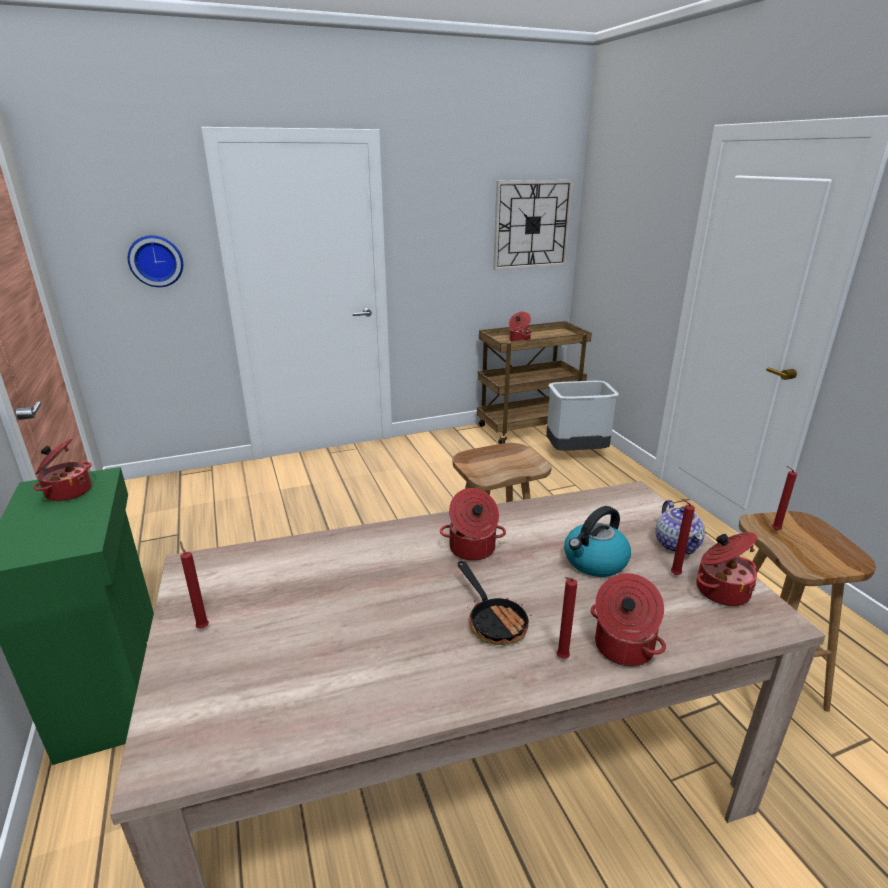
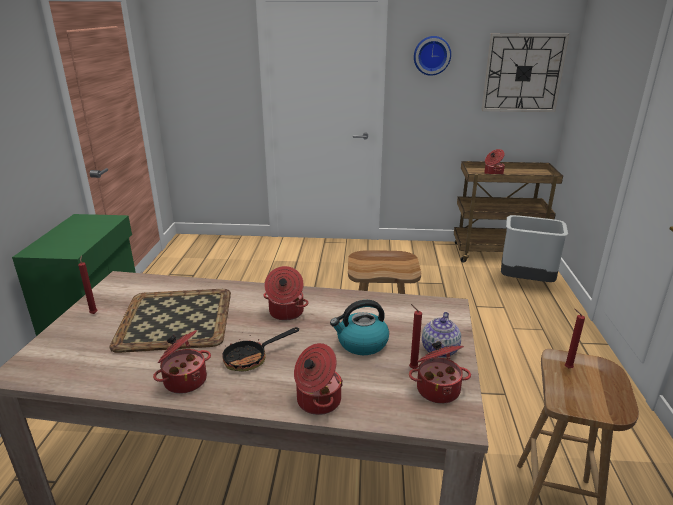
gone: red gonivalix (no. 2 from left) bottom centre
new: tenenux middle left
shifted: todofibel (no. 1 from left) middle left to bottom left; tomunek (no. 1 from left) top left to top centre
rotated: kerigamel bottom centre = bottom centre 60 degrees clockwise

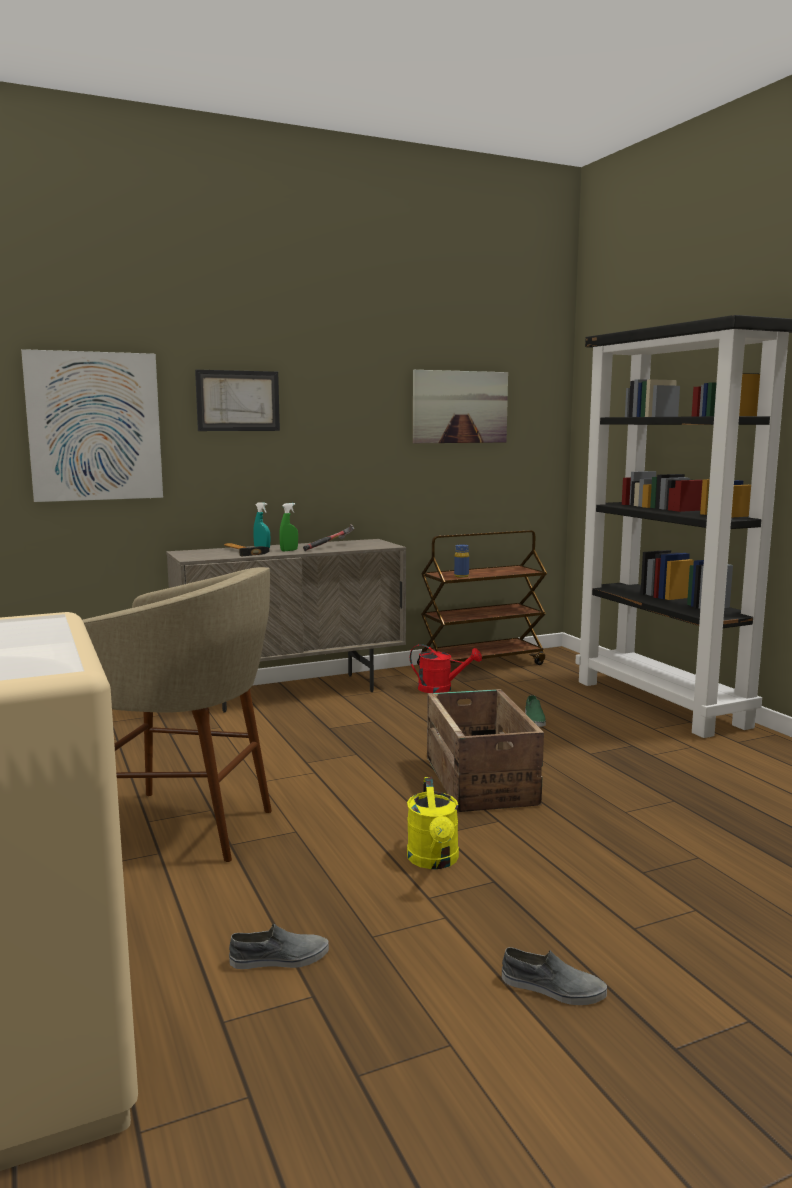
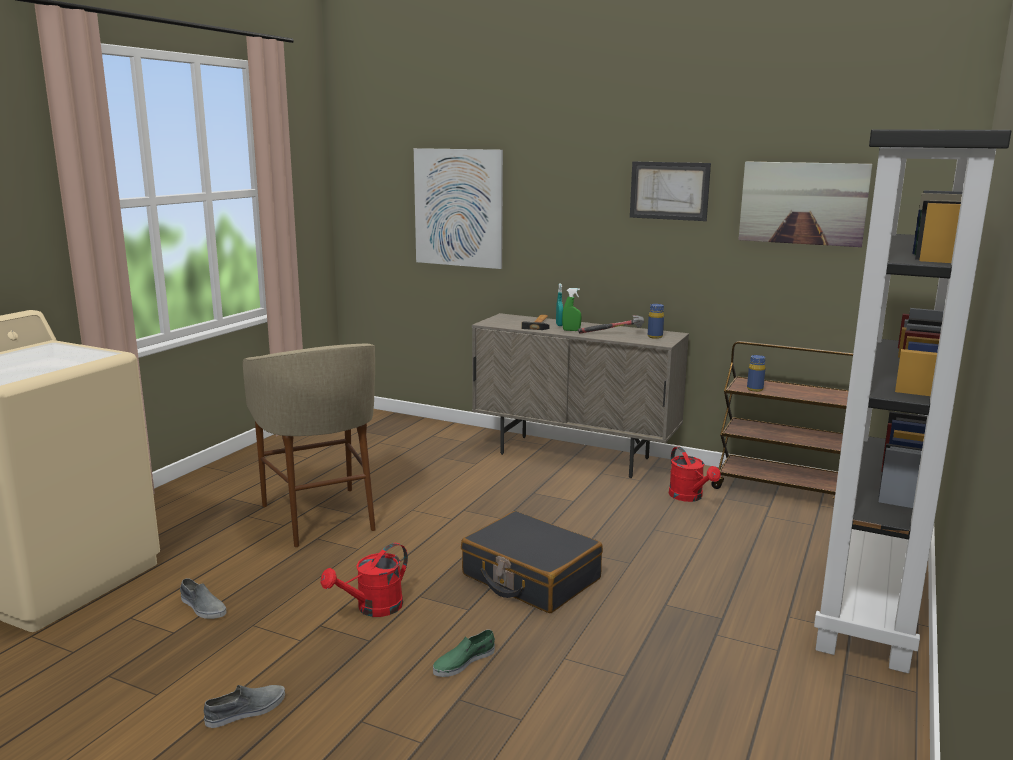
new: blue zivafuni (no. 1 from left) centre
shifted: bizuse (no. 2 from left) middle left to top centre; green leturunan middle right to bottom centre
swapped: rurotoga centre to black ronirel bottom centre
repainted: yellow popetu bottom centre to red popetu (no. 1 from left) bottom centre
rotated: grey leturunan (no. 2 from left) bottom right = bottom left 105 degrees counterclockwise

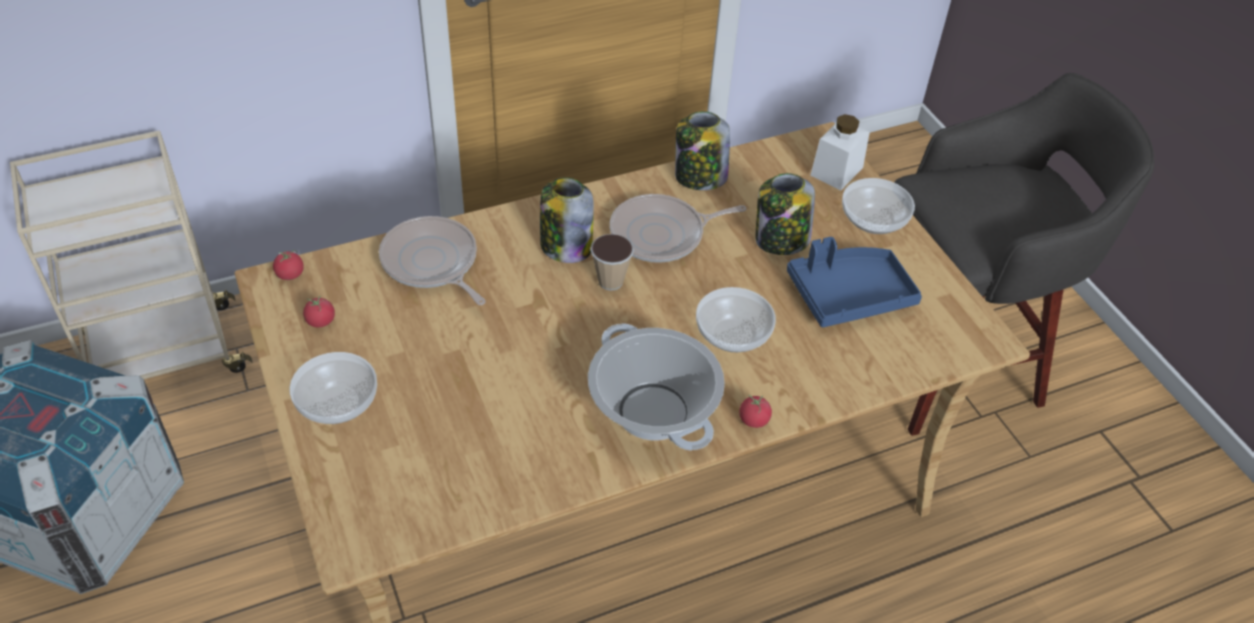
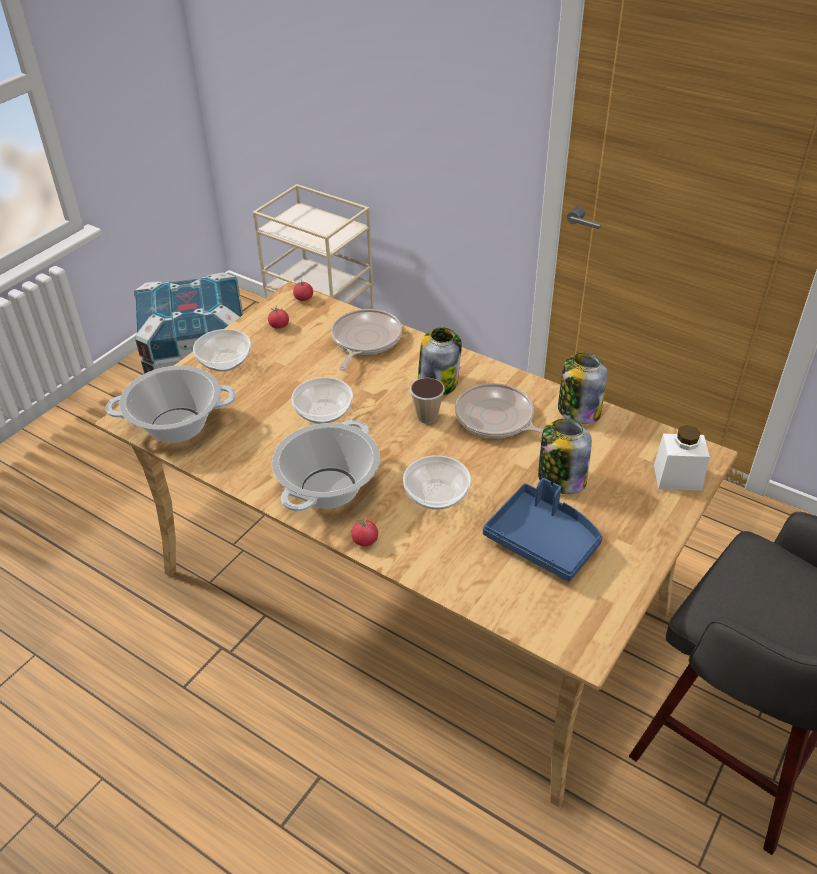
new: todofibel (no. 1 from left) middle left
shifted: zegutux (no. 3 from left in the first image) top right to zegutux (no. 2 from left) centre

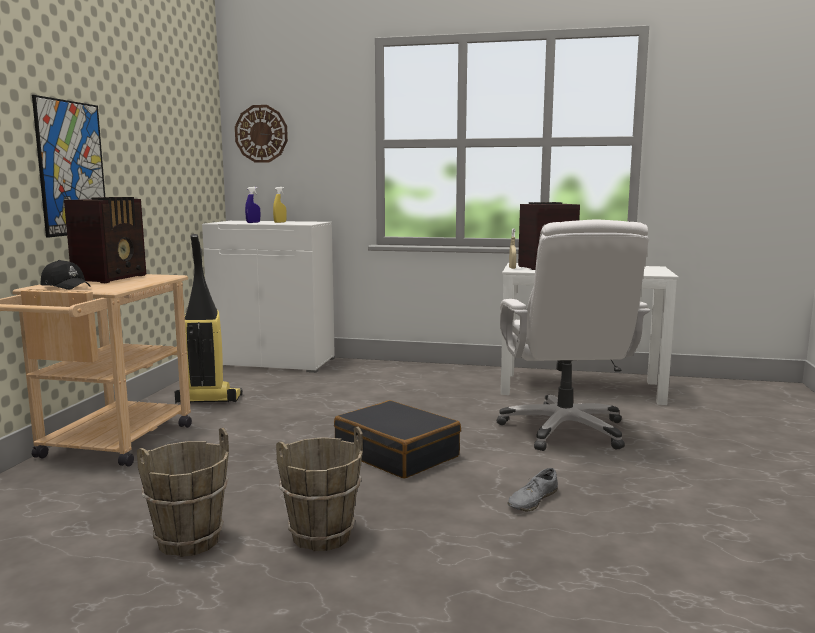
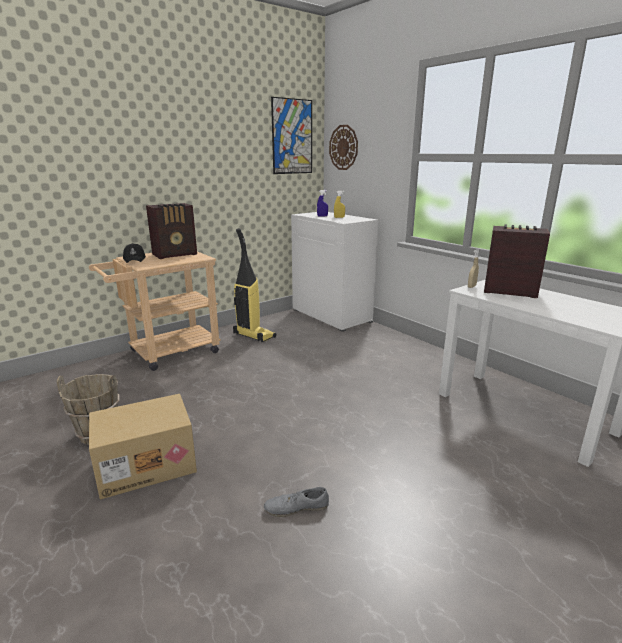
gone: black ronirel bottom centre; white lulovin middle right
shifted: bizuse top left to top centre
swapped: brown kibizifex (no. 2 from left) bottom centre to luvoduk bottom left

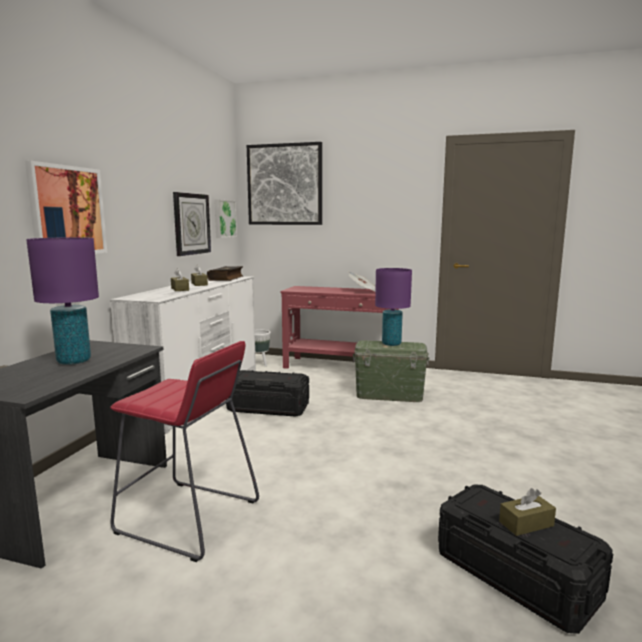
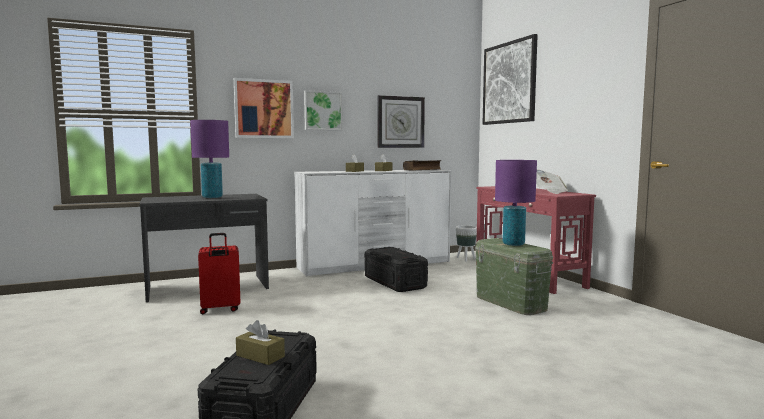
shifted: bizuse (no. 2 from left) centre to top centre
swapped: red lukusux bottom left to red ronirel middle left

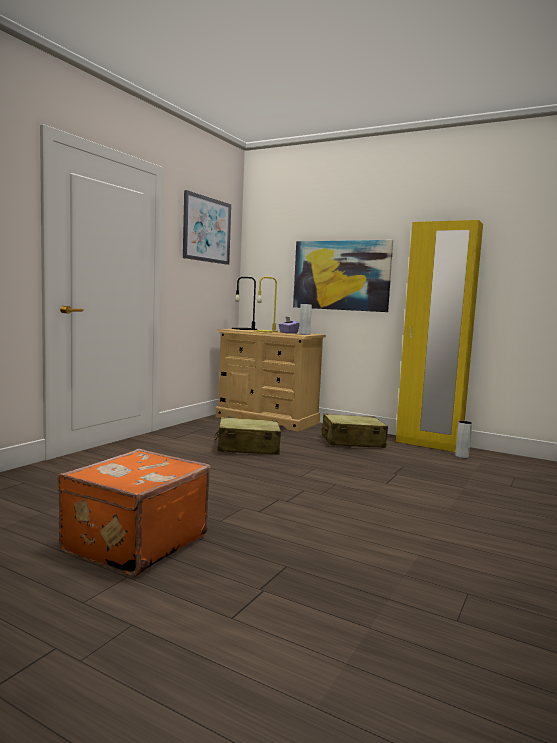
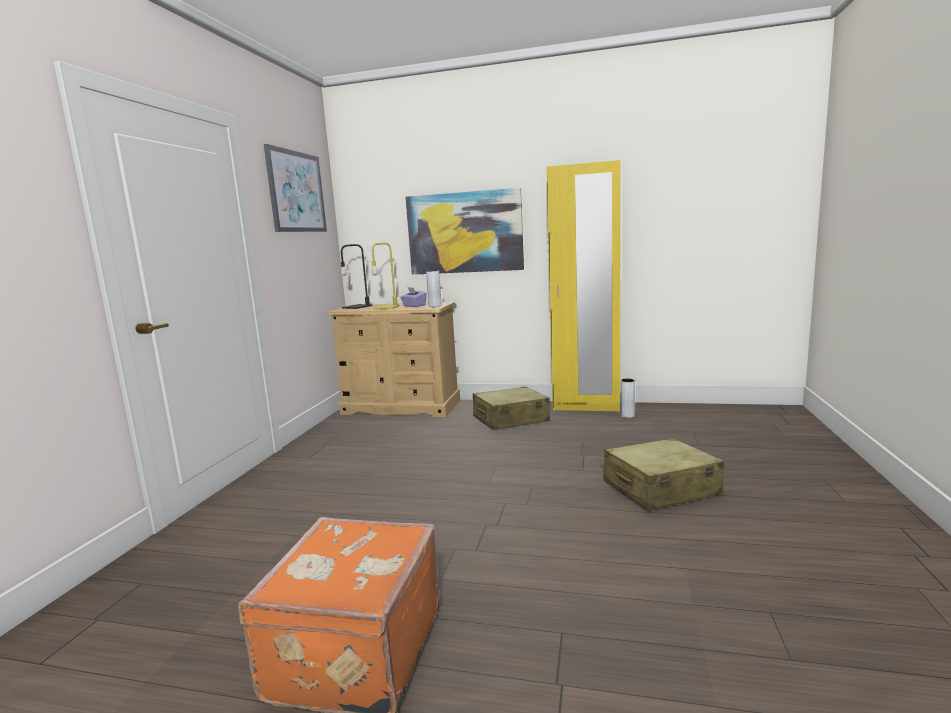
shifted: beige ronirel (no. 1 from left in the first image) centre to beige ronirel (no. 2 from left) middle right

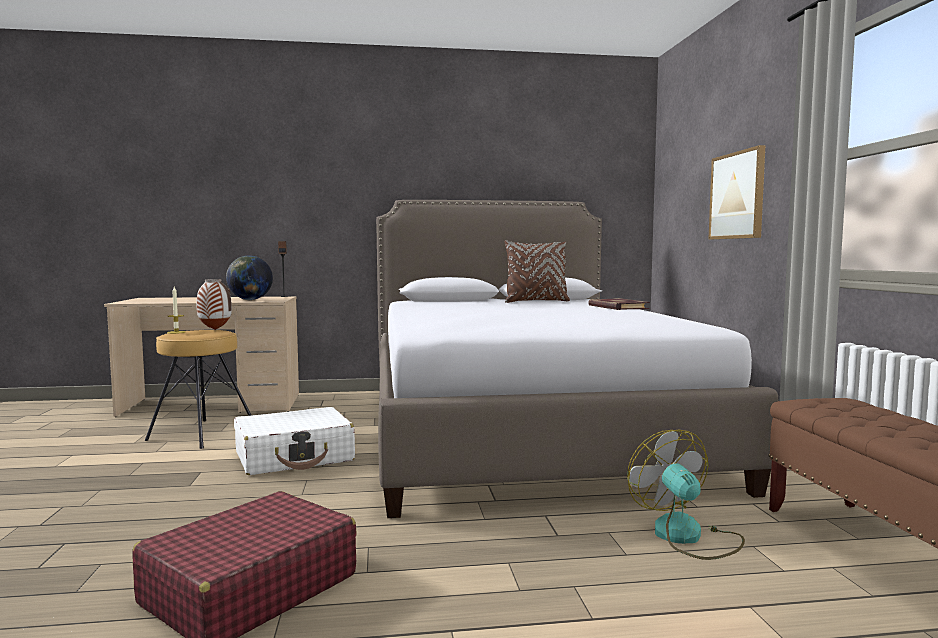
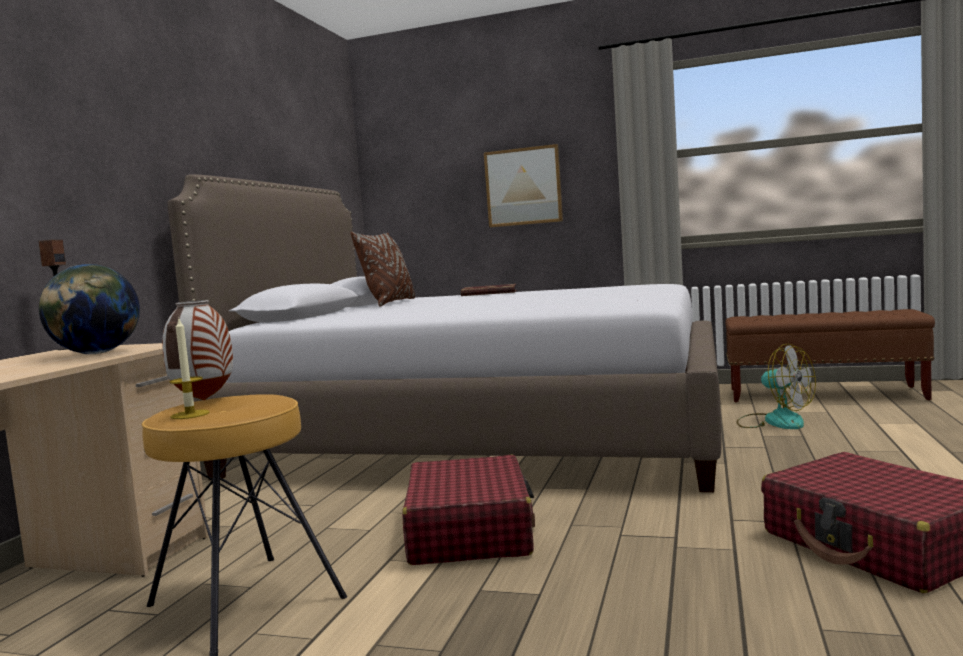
repainted: white ronirel bottom left to red ronirel (no. 1 from left) bottom centre
rotated: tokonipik bottom right = middle right 135 degrees counterclockwise

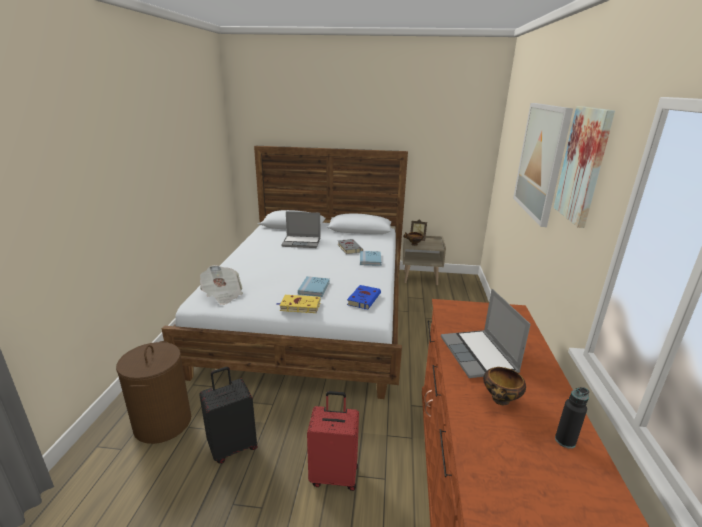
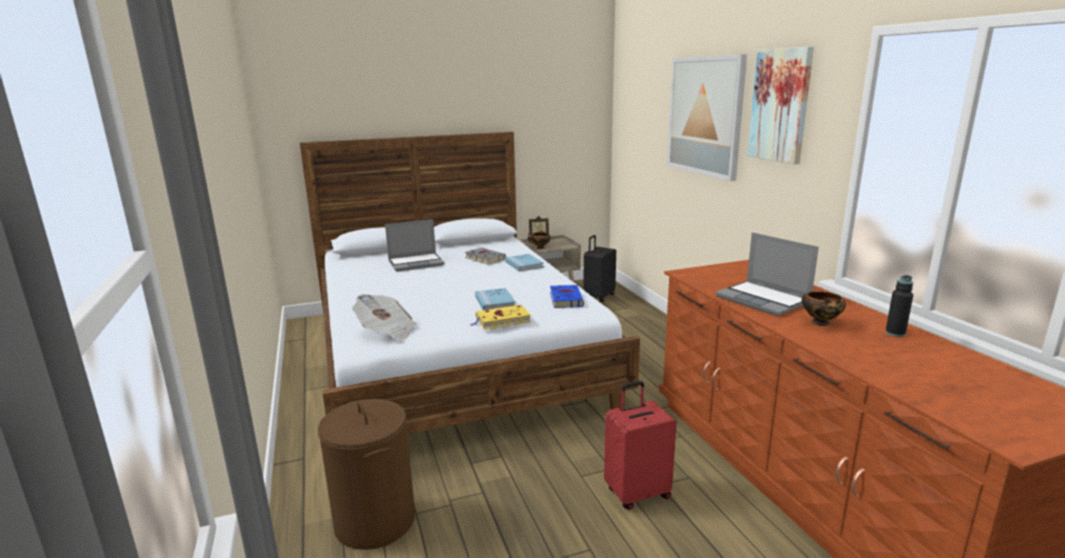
shifted: black ronirel bottom left to centre

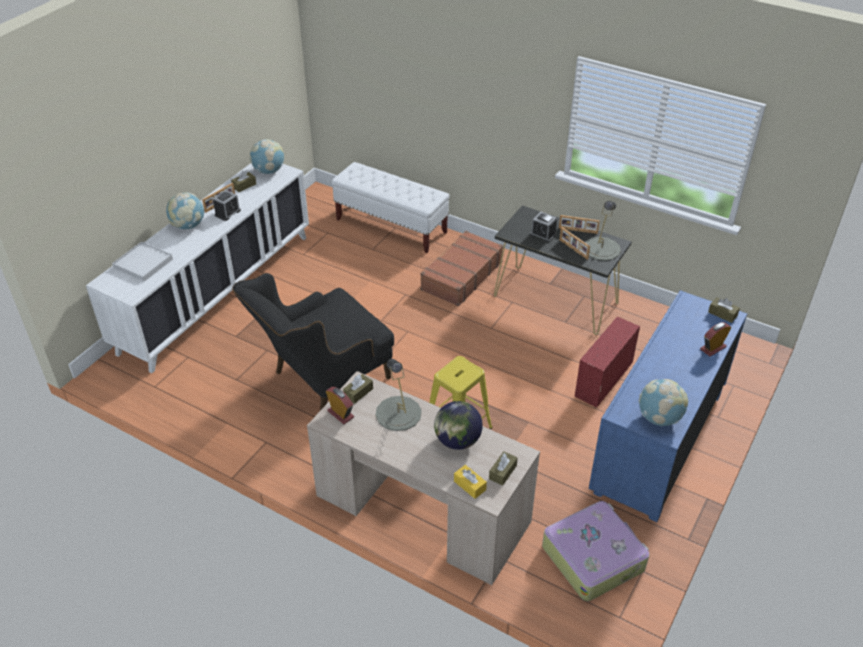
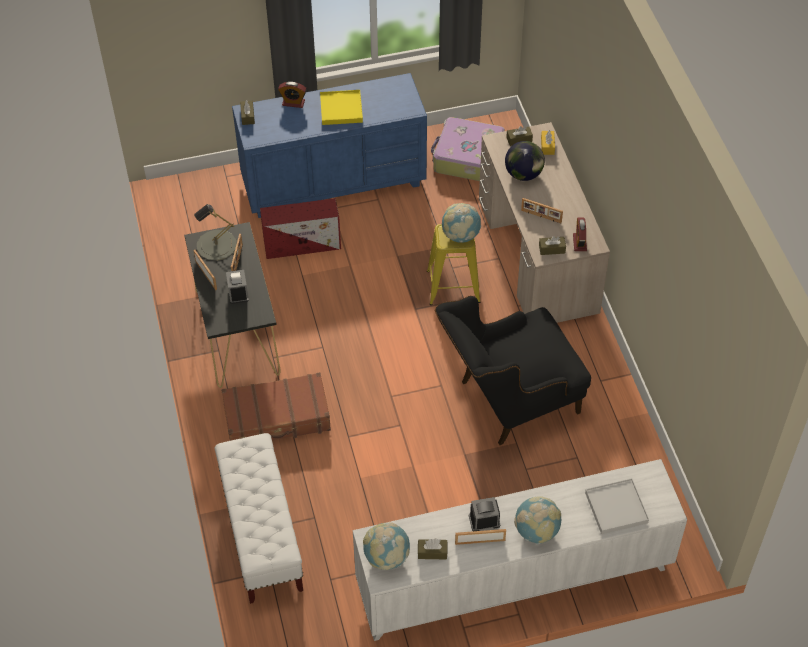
new: yellow tenenux top centre
shifted: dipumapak (no. 4 from left in the first image) middle right to dipumapak (no. 2 from left) centre
swapped: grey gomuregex (no. 1 from left) centre to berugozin (no. 4 from left) top right
rotated: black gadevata centre = centre 150 degrees clockwise

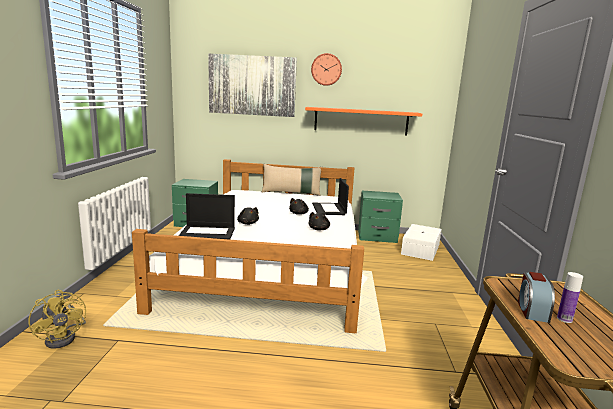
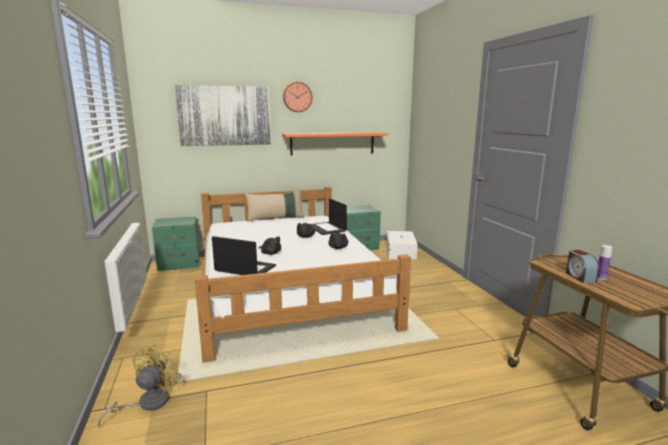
rotated: yellow tokonipik bottom left = bottom left 105 degrees counterclockwise; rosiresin (no. 1 from left) centre = centre 135 degrees counterclockwise

